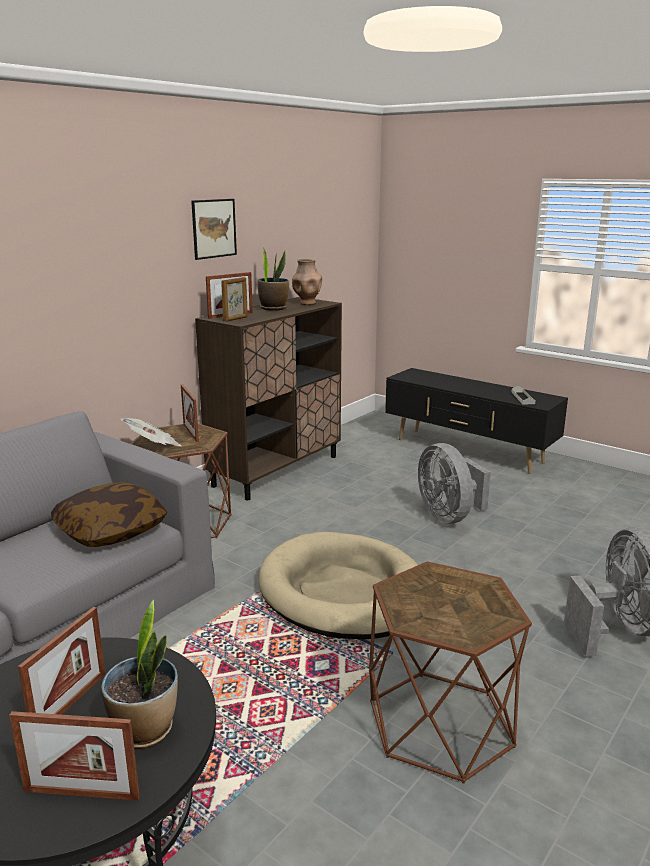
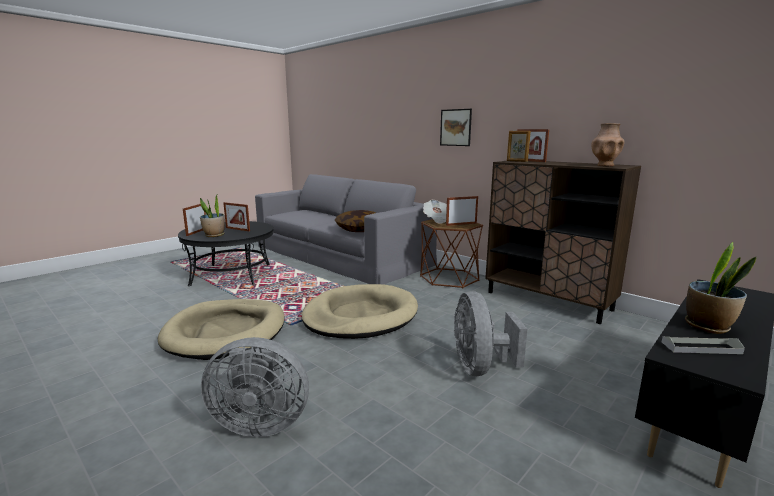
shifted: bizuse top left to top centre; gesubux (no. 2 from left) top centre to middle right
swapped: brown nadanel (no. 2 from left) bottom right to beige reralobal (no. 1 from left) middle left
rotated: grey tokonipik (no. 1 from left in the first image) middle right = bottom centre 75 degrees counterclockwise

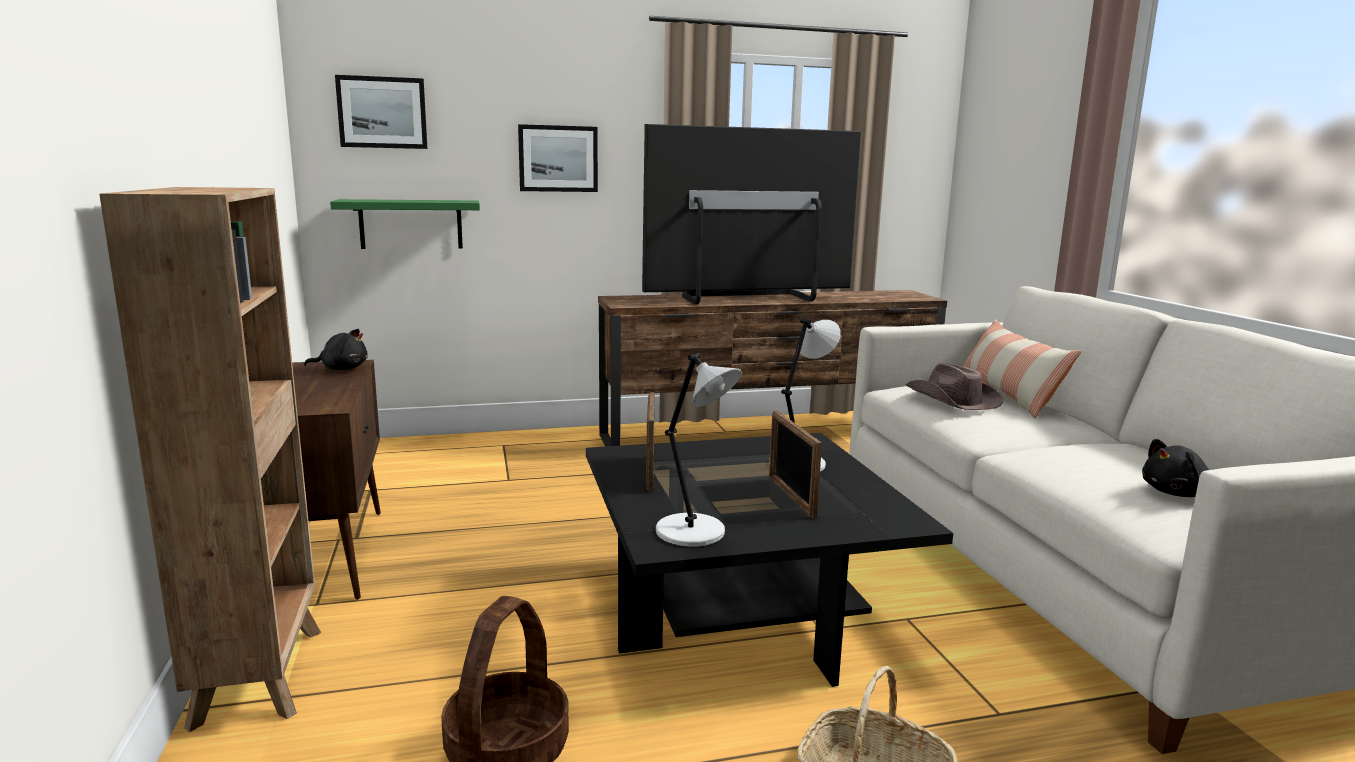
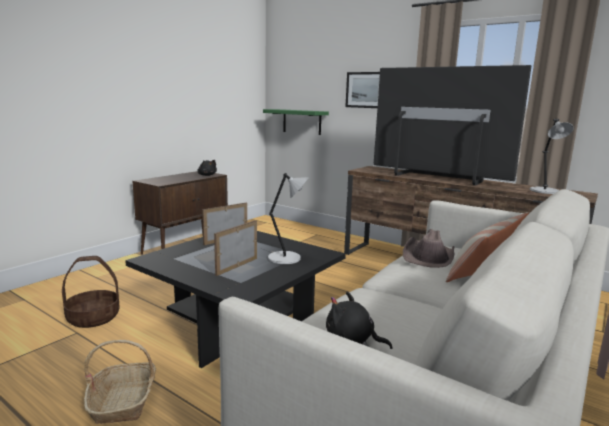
gone: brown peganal middle left; bizuse (no. 1 from left) top left
shifted: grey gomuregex (no. 1 from left in the first image) centre to grey gomuregex (no. 2 from left) middle right

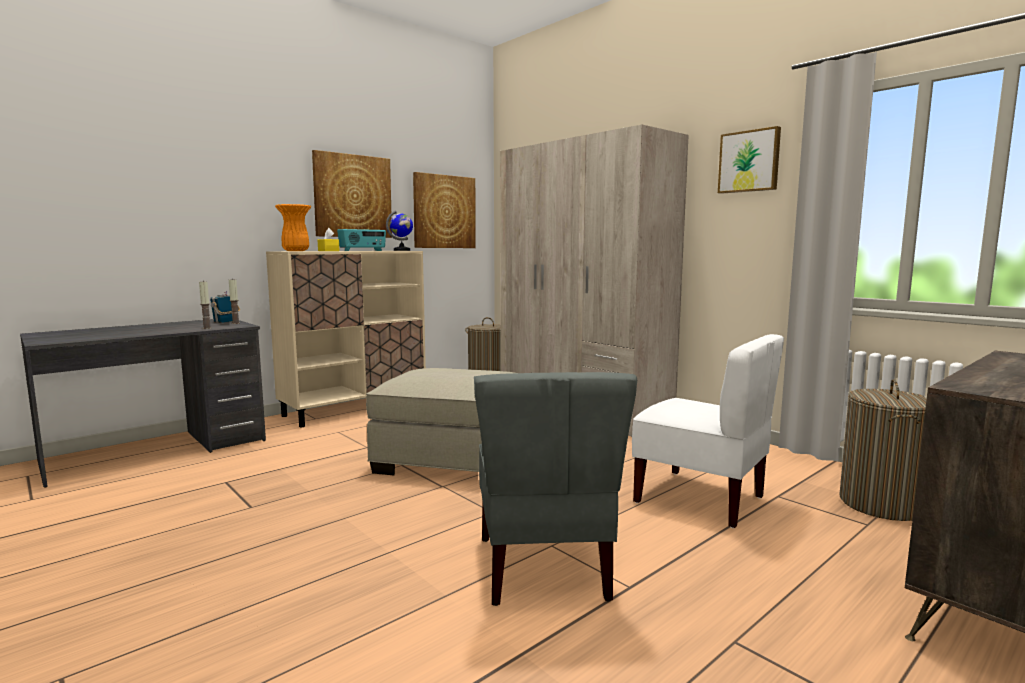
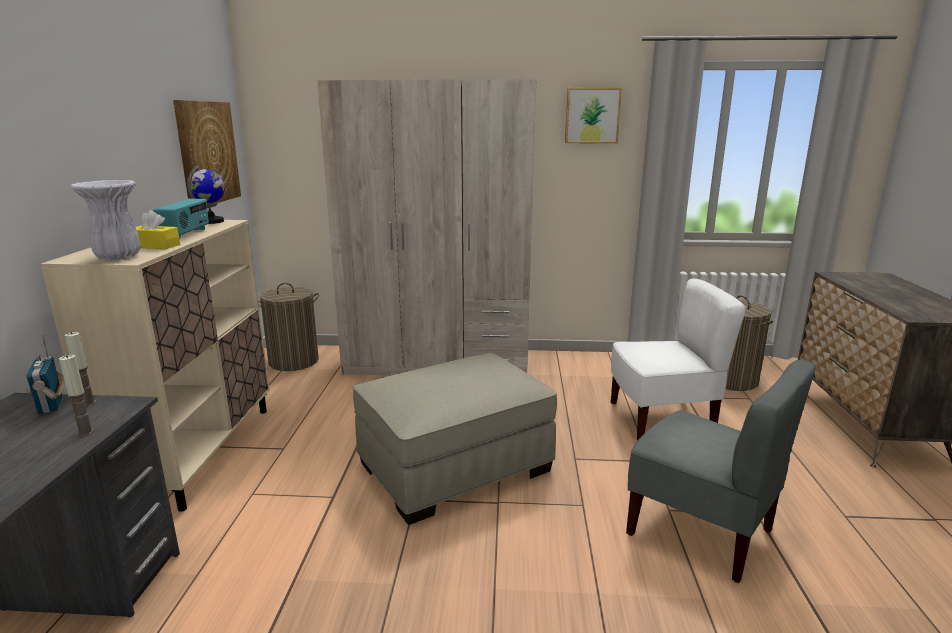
gone: bizuse (no. 1 from left) top centre
repainted: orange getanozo top left to white getanozo middle left

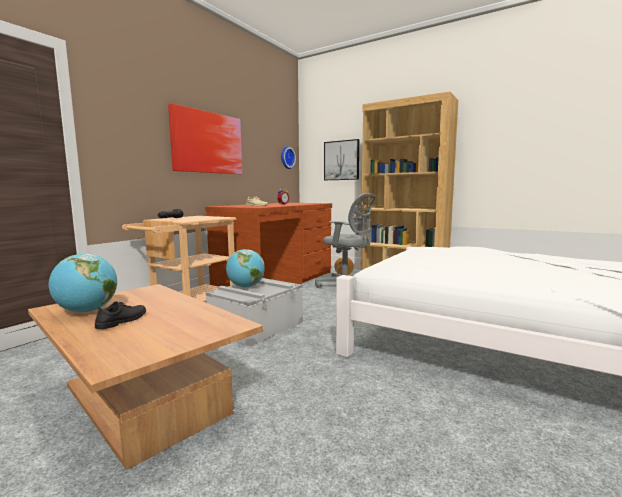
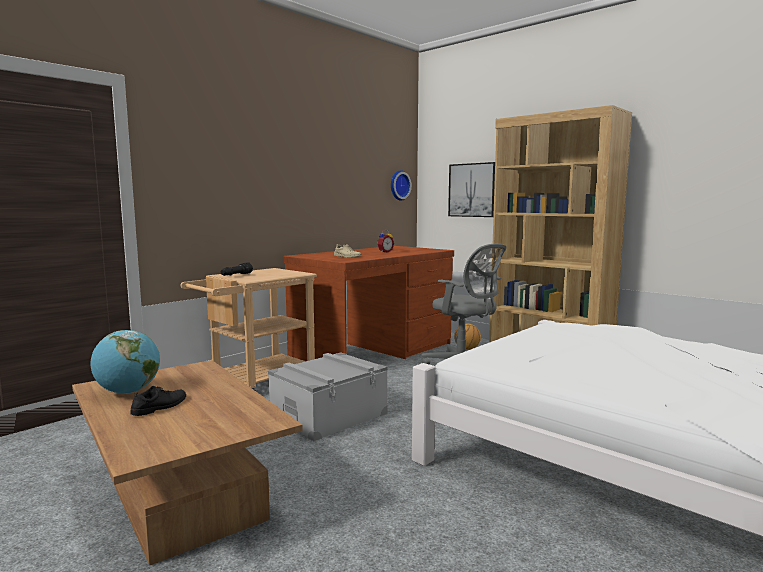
gone: bizuse (no. 1 from left) top left; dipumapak (no. 2 from left) centre

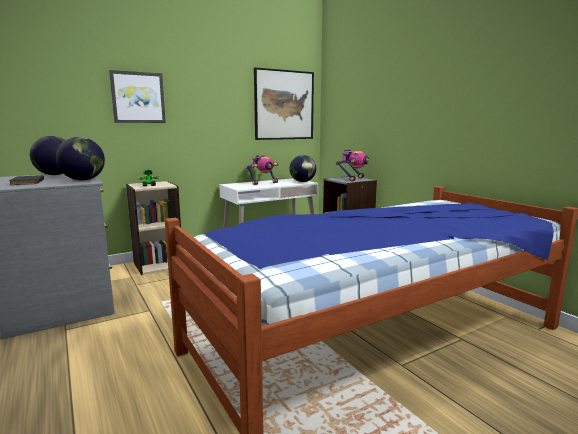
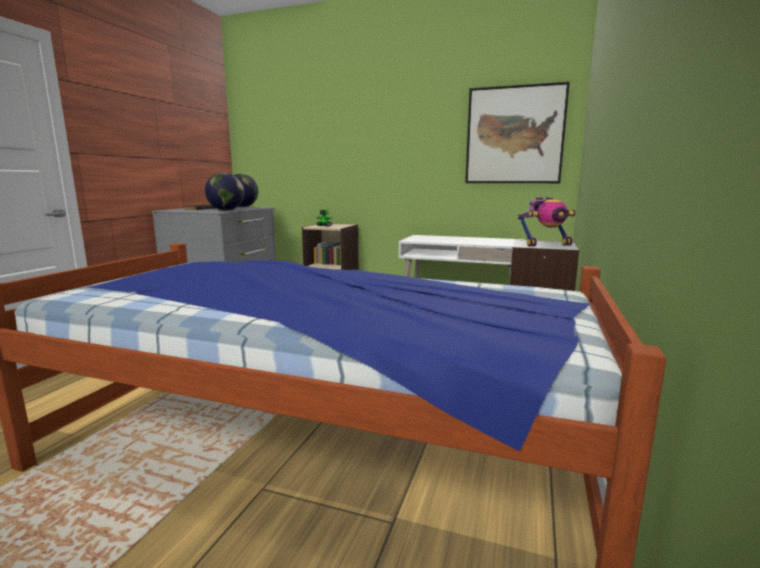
gone: bizuse (no. 1 from left) top left; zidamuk (no. 2 from left) centre; dipumapak (no. 3 from left) centre

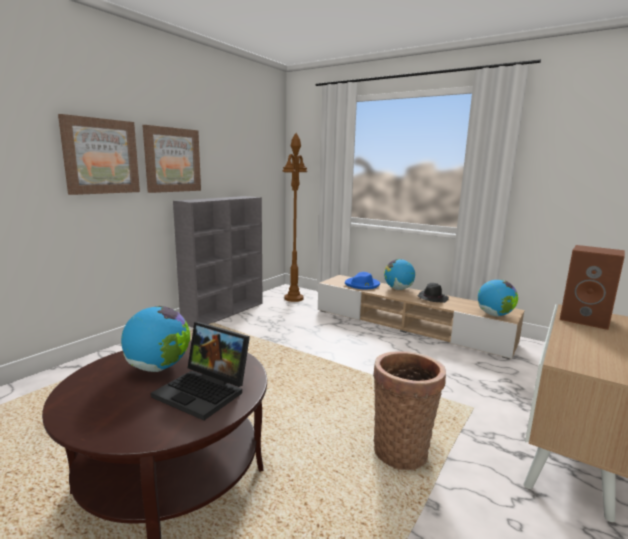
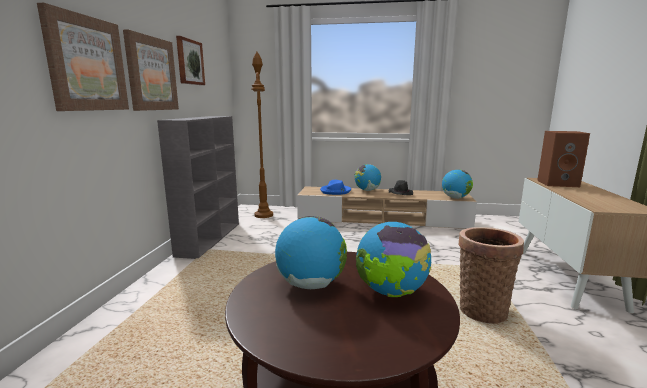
new: bizuse (no. 3 from left) top left
swapped: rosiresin bottom left to dipumapak (no. 3 from left) bottom centre

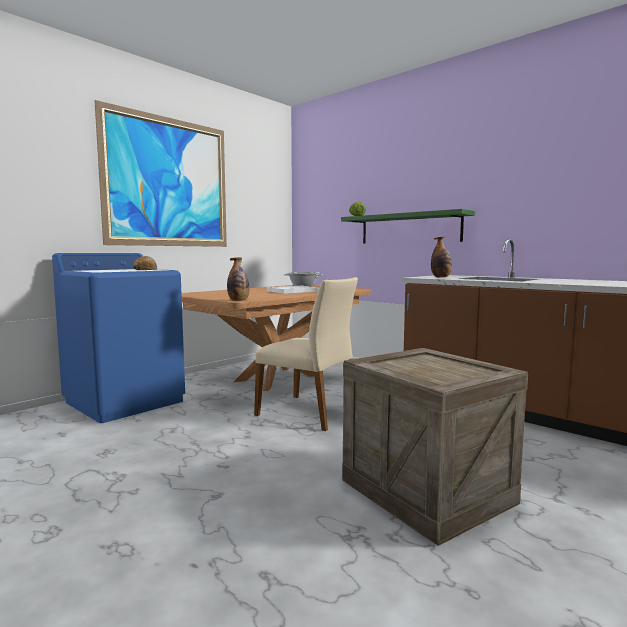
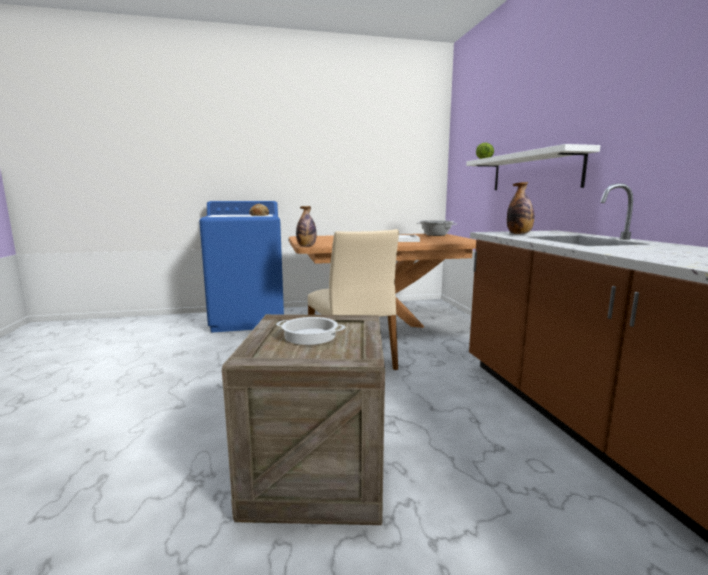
gone: bizuse top left
new: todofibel (no. 1 from left) centre
repainted: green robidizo centre to white robidizo top right

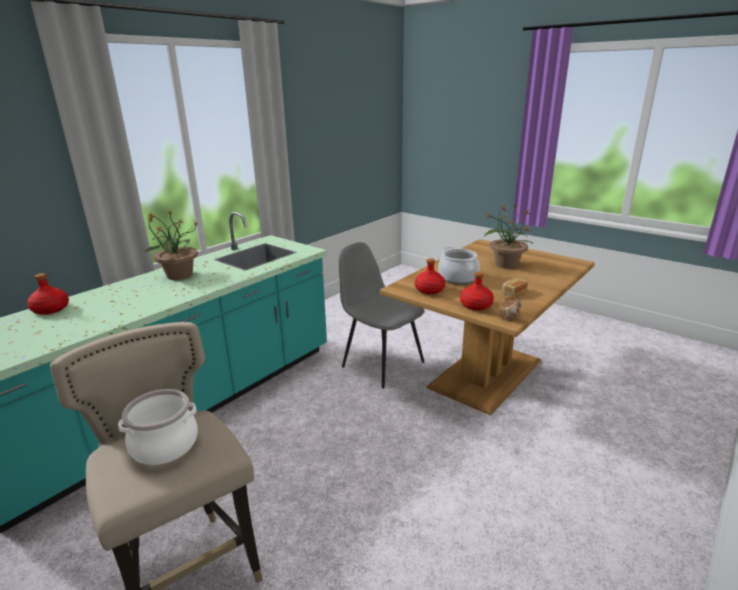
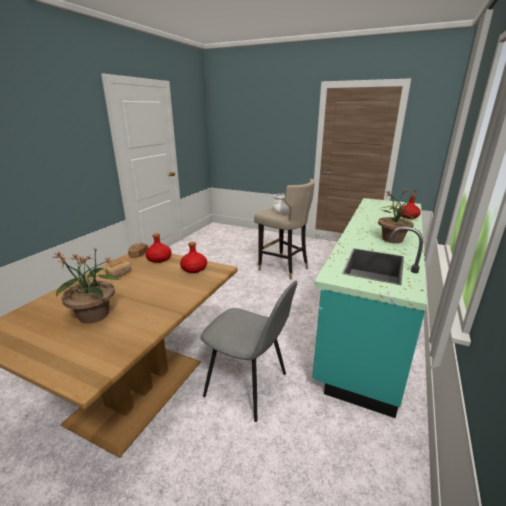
gone: todofibel (no. 2 from left) centre

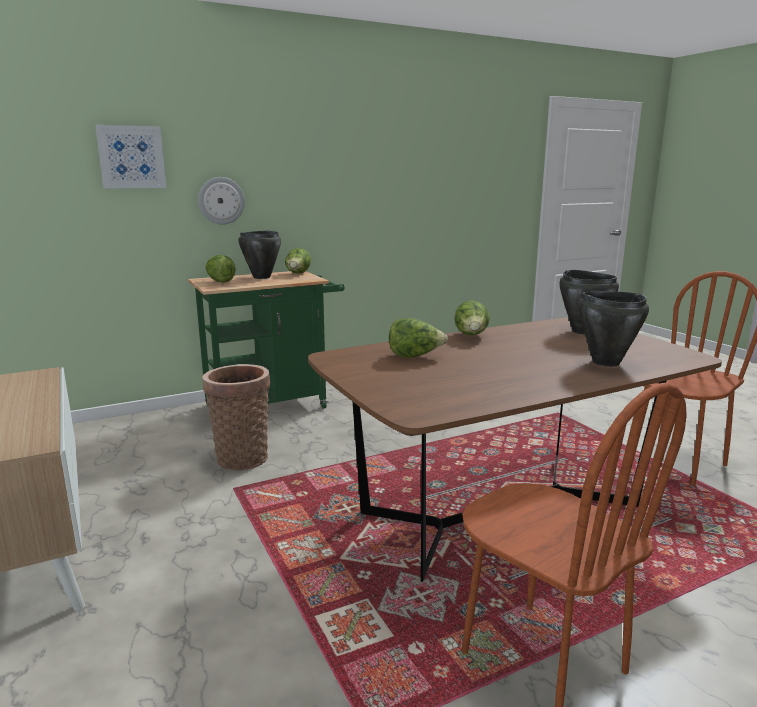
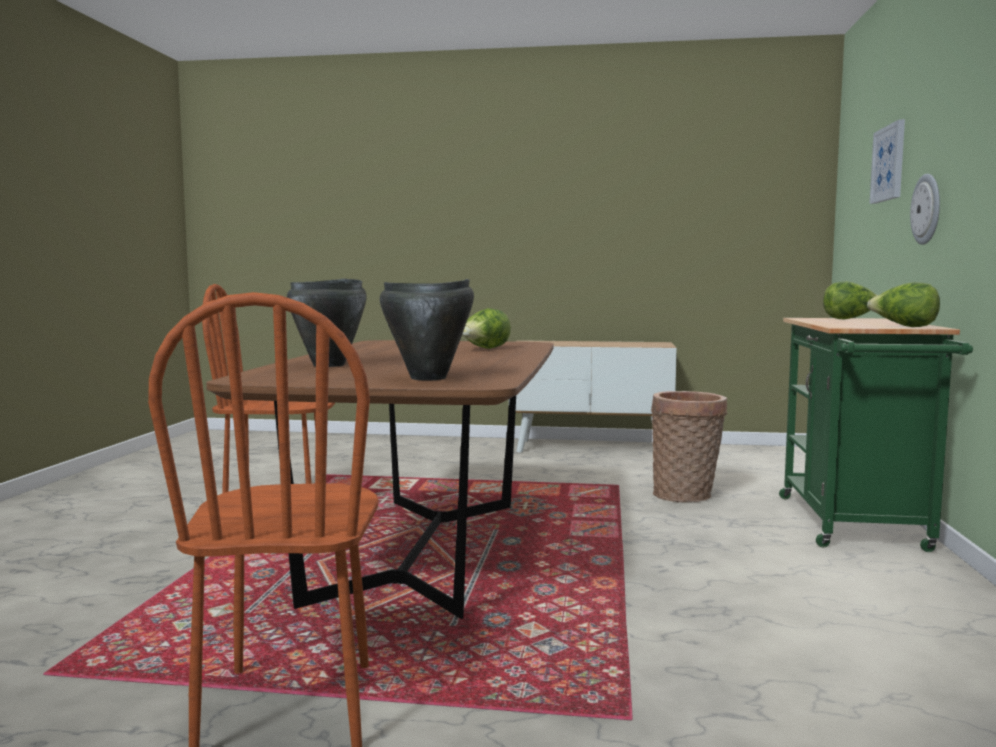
gone: black todofibel (no. 1 from left) centre; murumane (no. 4 from left) centre

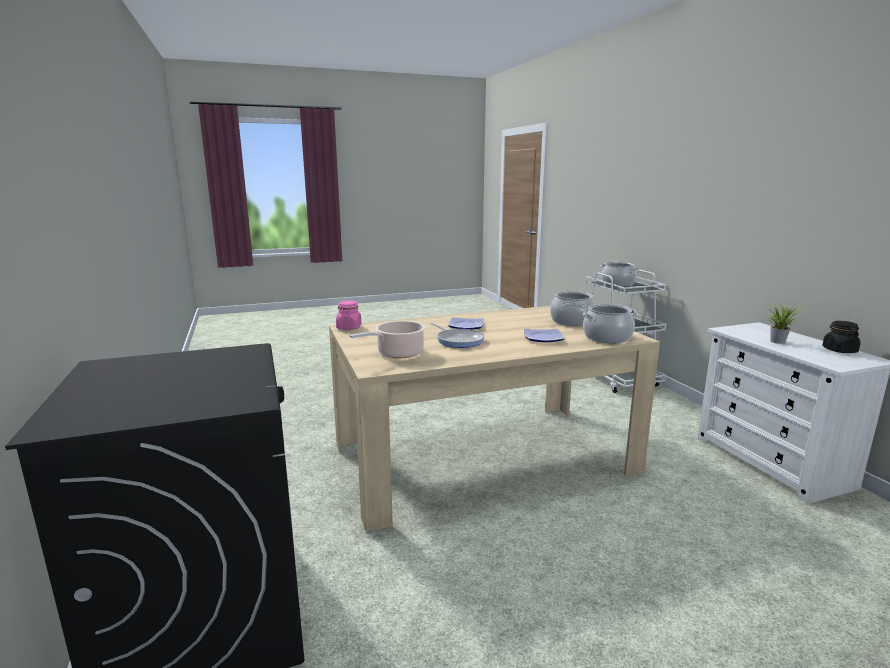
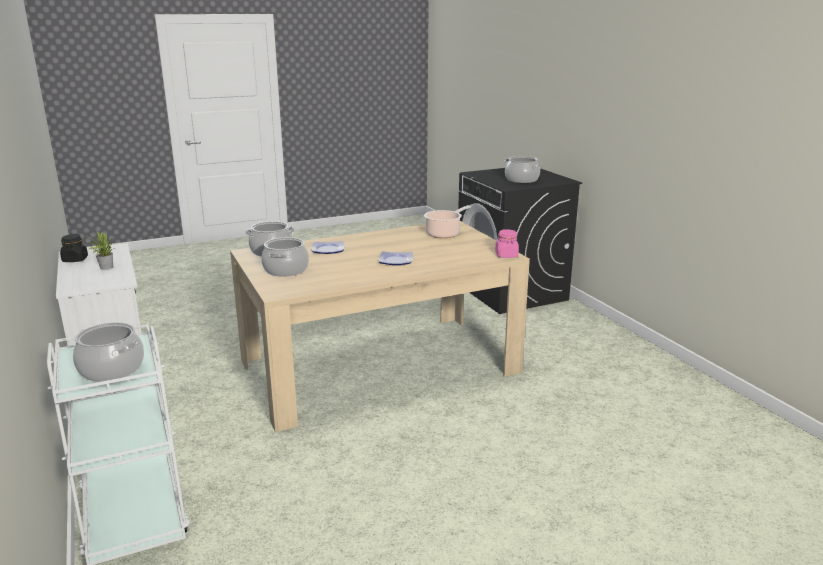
gone: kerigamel centre
new: todofibel (no. 5 from left) top centre

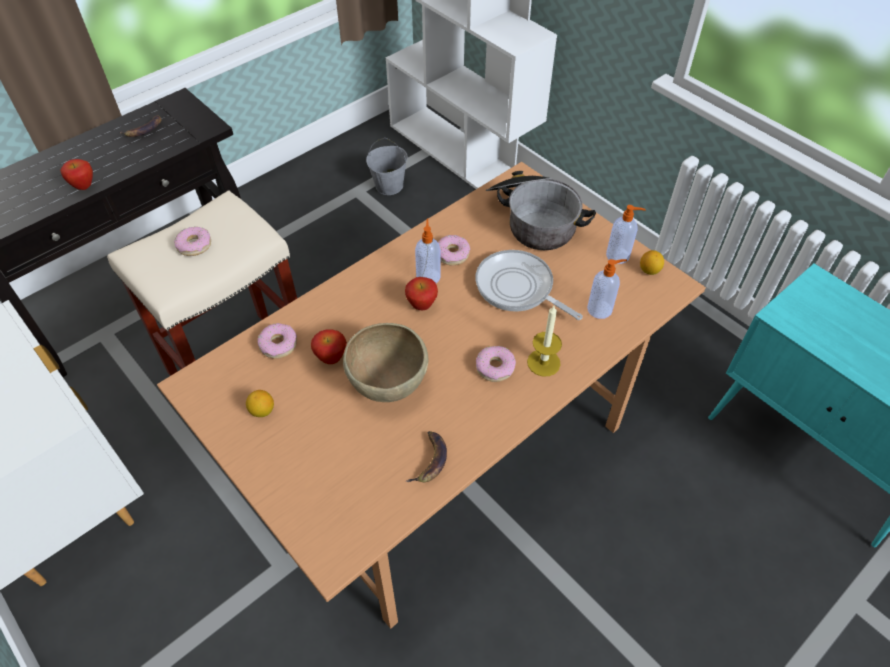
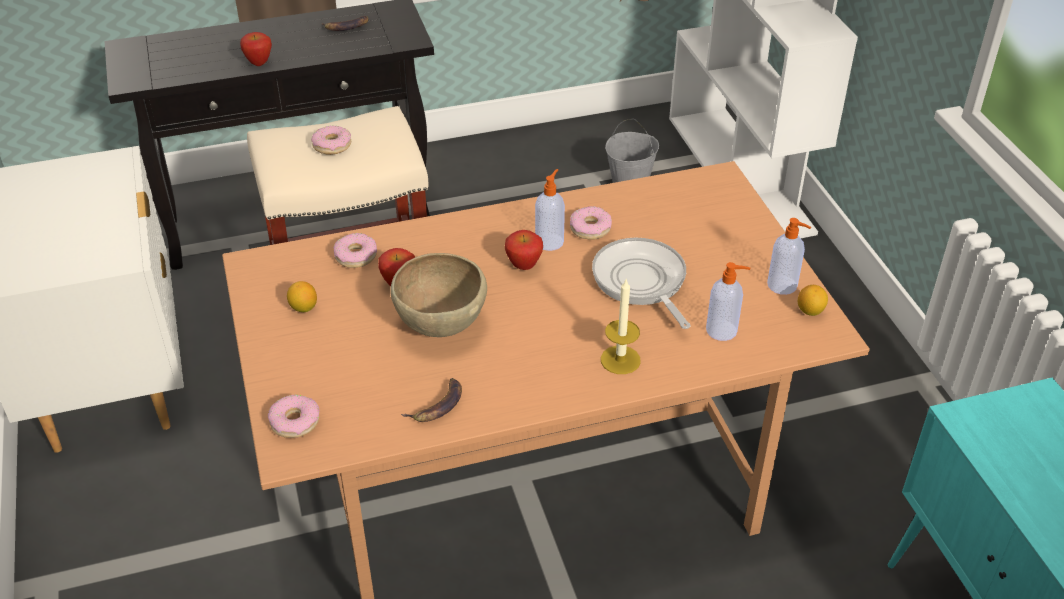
gone: todofibel top centre
shifted: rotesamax (no. 4 from left in the first image) centre to rotesamax (no. 1 from left) bottom left

